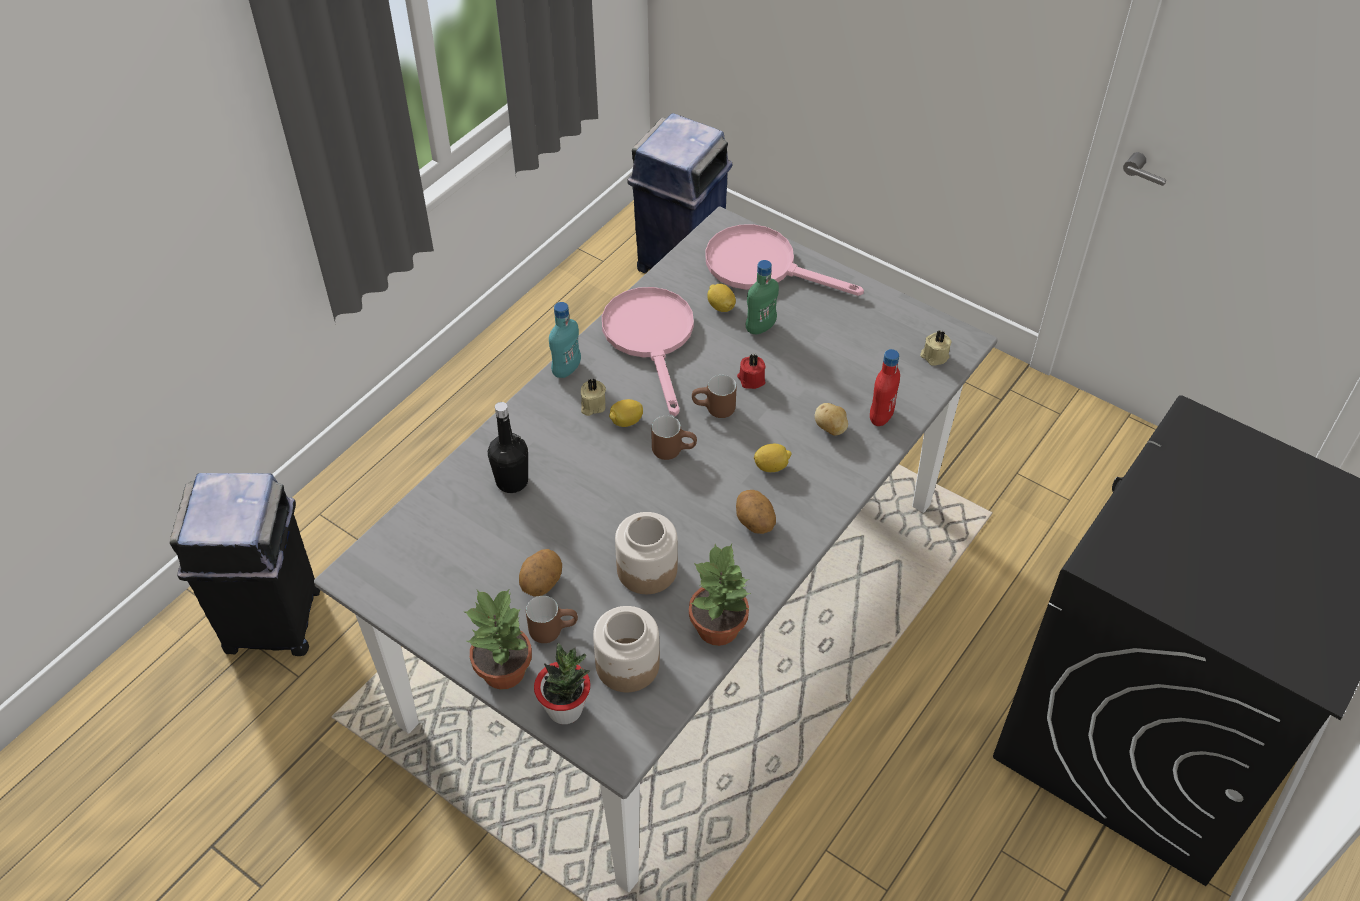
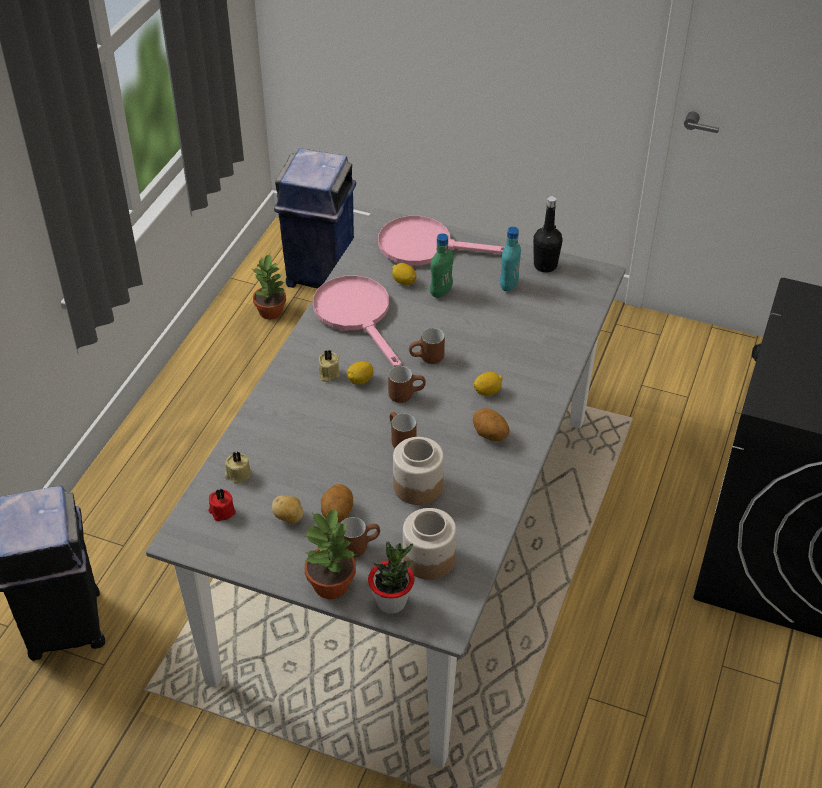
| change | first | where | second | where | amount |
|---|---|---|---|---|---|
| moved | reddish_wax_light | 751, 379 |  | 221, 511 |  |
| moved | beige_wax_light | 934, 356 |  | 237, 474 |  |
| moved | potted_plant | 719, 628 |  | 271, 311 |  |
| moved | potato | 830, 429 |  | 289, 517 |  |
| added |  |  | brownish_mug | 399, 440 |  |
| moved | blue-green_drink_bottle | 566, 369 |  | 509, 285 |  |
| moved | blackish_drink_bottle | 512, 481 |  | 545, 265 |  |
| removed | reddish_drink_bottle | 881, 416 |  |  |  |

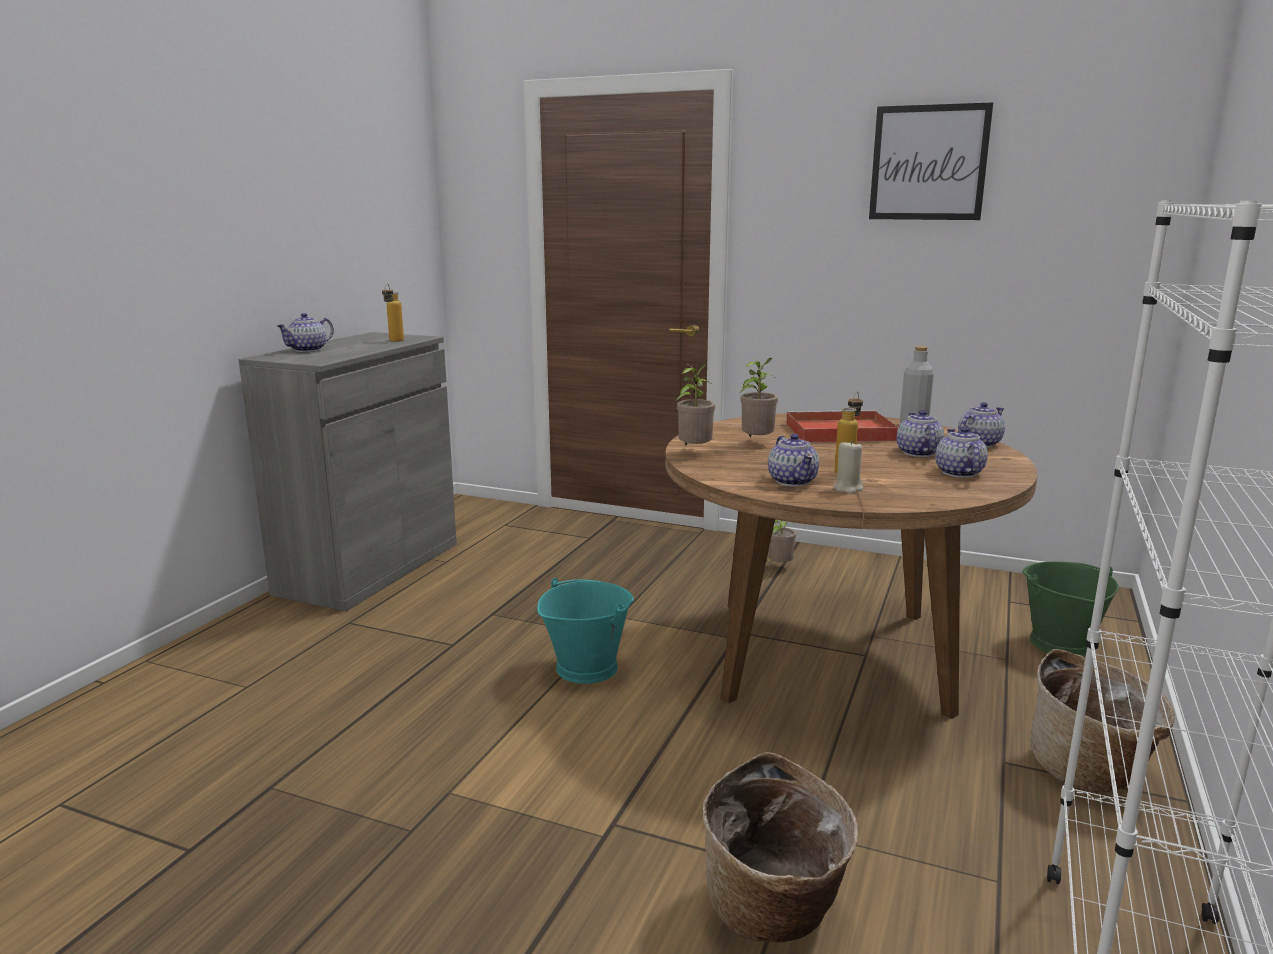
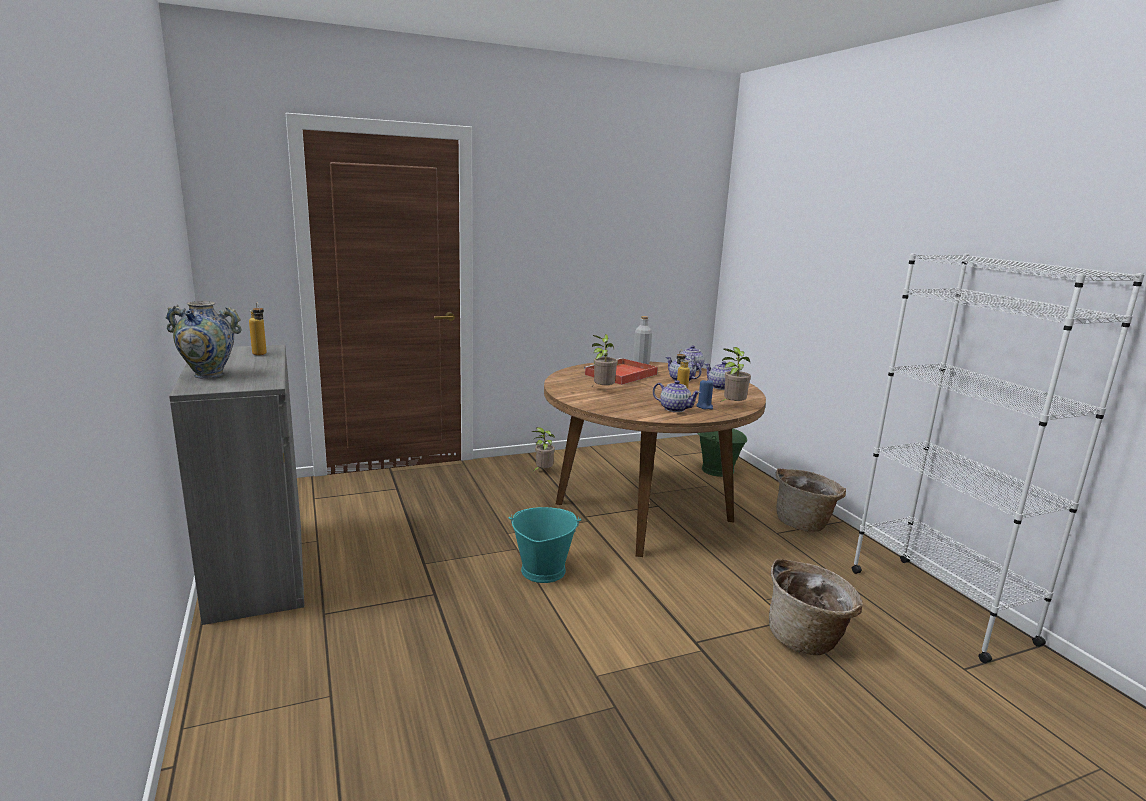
| change | first | where | second | where | amount |
|---|---|---|---|---|---|
| replaced | teapot | 308, 350 | decorative_vase | 209, 375 |  |
| recoloured | beige_wax_light | 848, 488 | bluish_wax_light | 704, 407 |  |
| moved | potted_plant | 694, 452 |  | 732, 406 |  |
| removed | wall_art | 928, 163 |  |  |  |

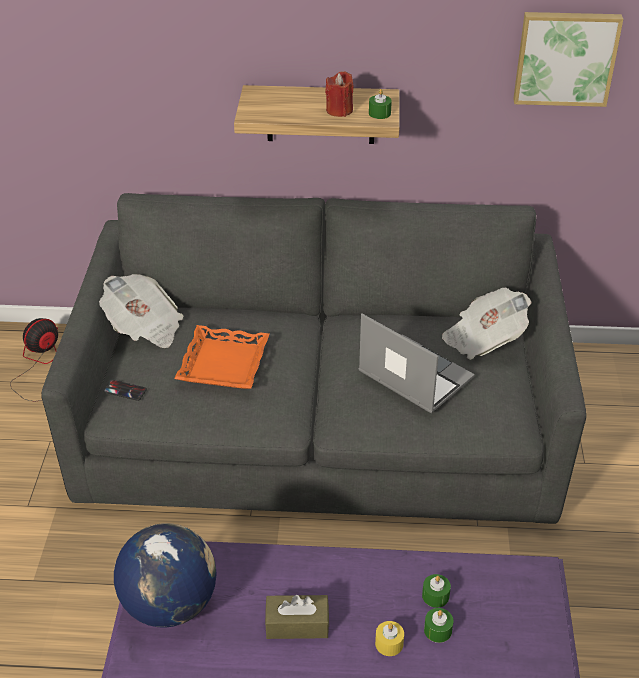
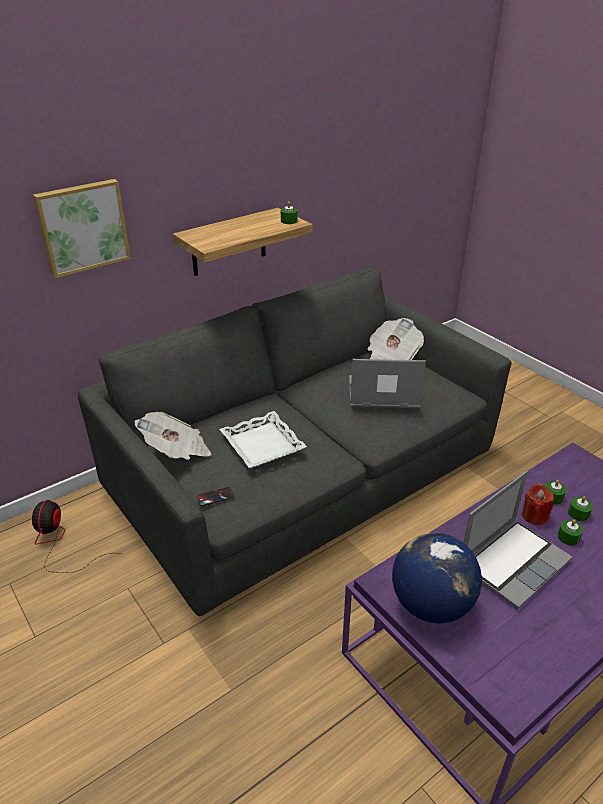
| change | first | where | second | where | amount |
|---|---|---|---|---|---|
| moved | wall_art | 565, 57 |  | 82, 227 |  |
| recoloured | orangey_serving_tray | 223, 363 | white_serving_tray | 262, 445 |  |
| replaced | brownish_tissue_holder | 297, 624 | notebook_computer | 513, 562 |  |
| moved | reddish_wax_light | 339, 110 |  | 534, 516 |  |
| recoloured | yellowish_wax_light | 389, 643 | greenish_wax_light | 568, 537 |  |

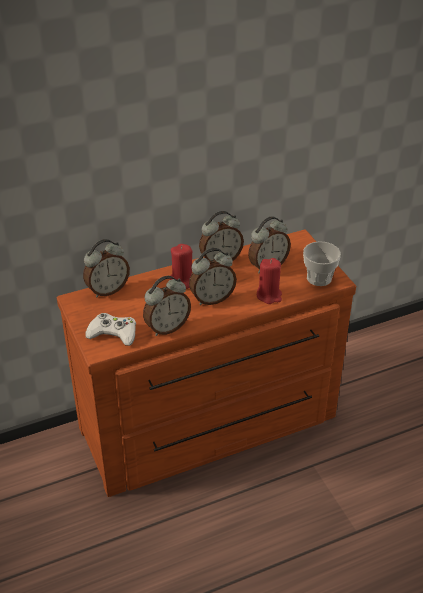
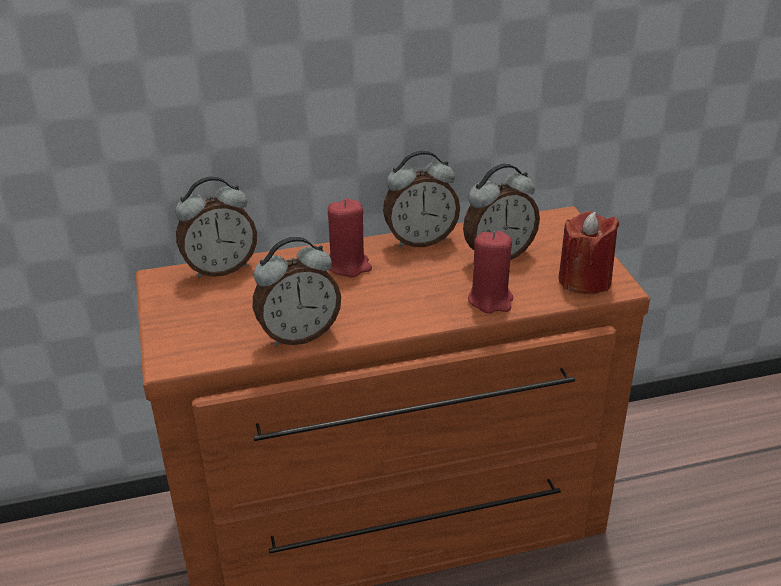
| change | first | where | second | where | amount |
|---|---|---|---|---|---|
| replaced | small_cup | 319, 278 | reddish_wax_light | 584, 280 |  |
| removed | white_joypad | 113, 333 |  |  |  |
| removed | bedside_clock | 212, 299 |  |  |  |

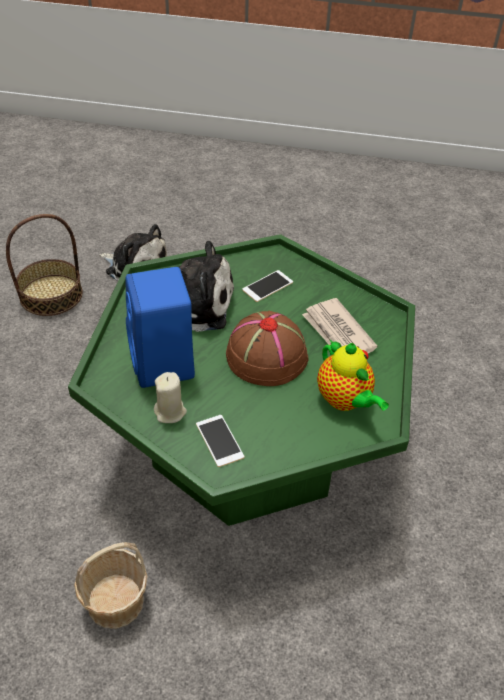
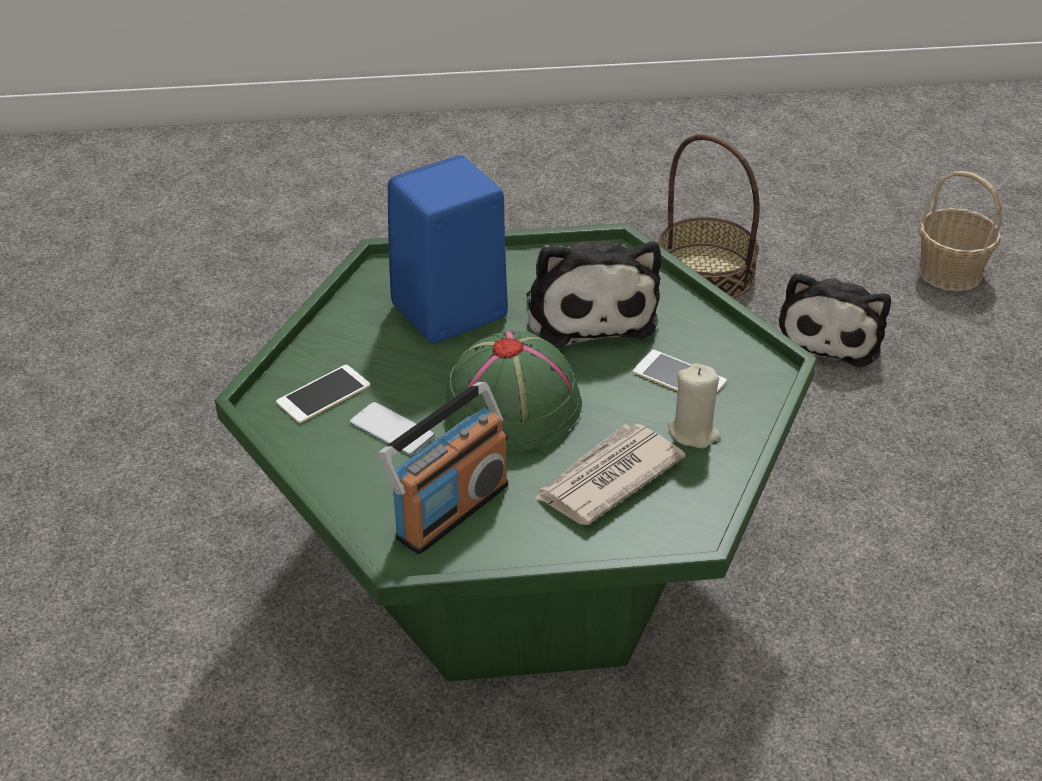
| change | first | where | second | where | amount |
|---|---|---|---|---|---|
| added |  |  | handset | 392, 429 |  |
| replaced | teapot | 345, 401 | radio | 451, 510 |  |
| recoloured | brownish_clothing_hat | 266, 355 | greenish_clothing_hat | 513, 406 |  |
| moved | beige_wax_light | 170, 412 |  | 693, 432 |  |
| moved | basket | 115, 601 |  | 949, 272 |  |

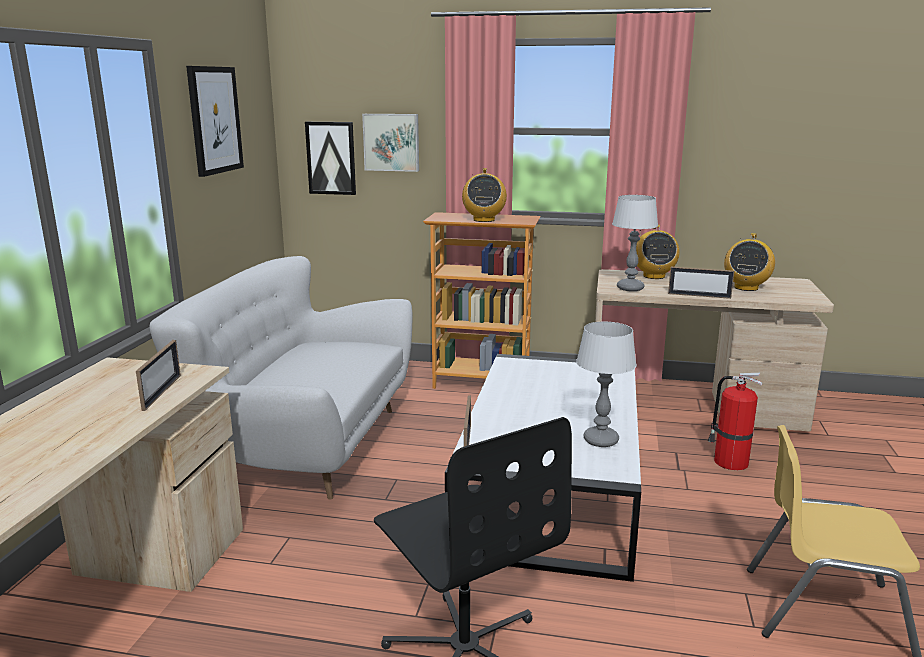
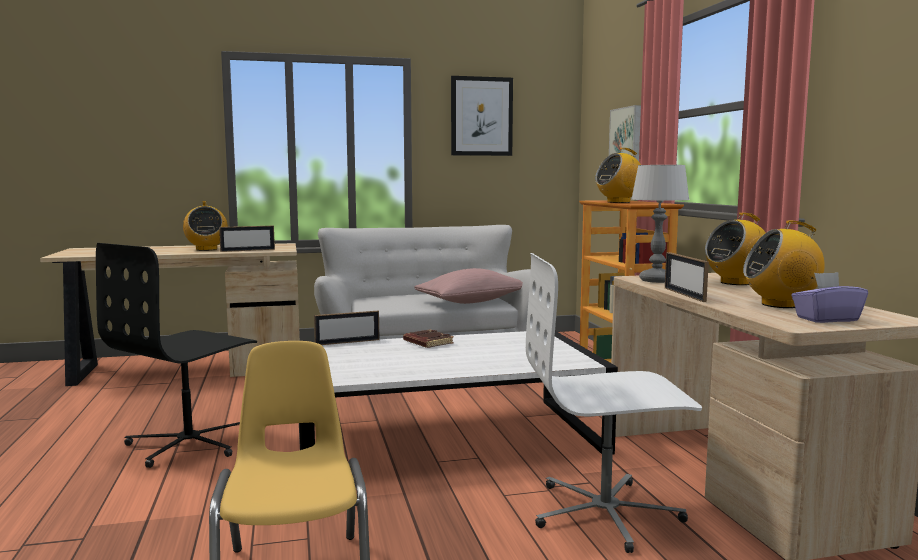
| change | first | where | second | where | amount |
|---|---|---|---|---|---|
| added |  |  | radio | 206, 249 |  |
| added |  |  | brownish_bound_book | 427, 343 |  |
| added |  |  | pink_throw_pillow | 471, 302 |  |
| replaced | fire-fighting_cylinder | 729, 461 | white_computer_chair | 606, 513 |  |
| added |  |  | purple_tissue_holder | 826, 319 |  |
| removed | wall_art | 331, 158 |  |  |  |
| removed | lamp_for_a_table | 600, 441 |  |  |  |

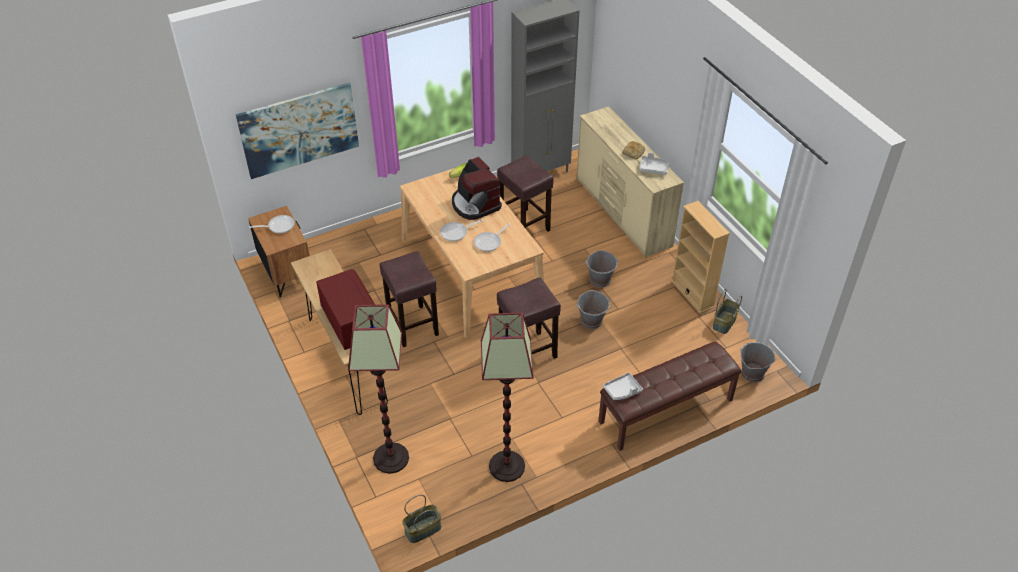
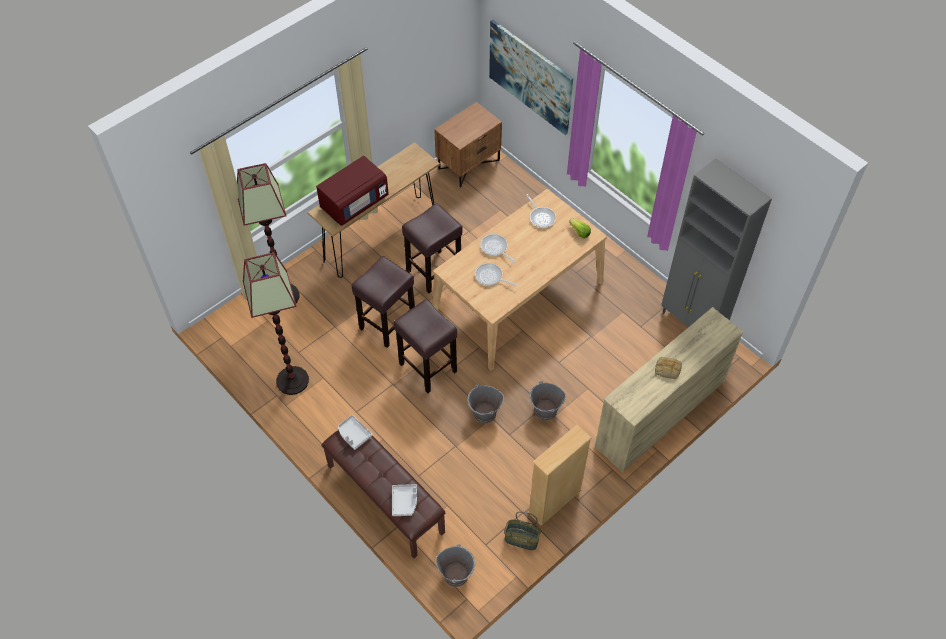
| change | first | where | second | where | amount |
|---|---|---|---|---|---|
| moved | brownish_sitting_stool | 525, 226 |  | 387, 325 |  |
| moved | gray_serving_tray | 653, 168 |  | 404, 502 |  |
| moved | pan | 278, 226 |  | 541, 217 |  |
| removed | basket | 423, 529 |  |  |  |
| removed | coffee_maker | 475, 204 |  |  |  |

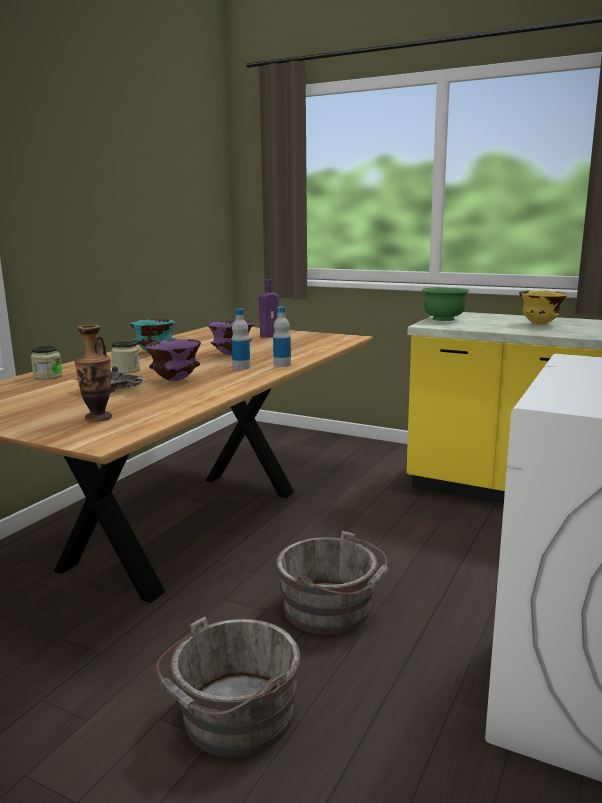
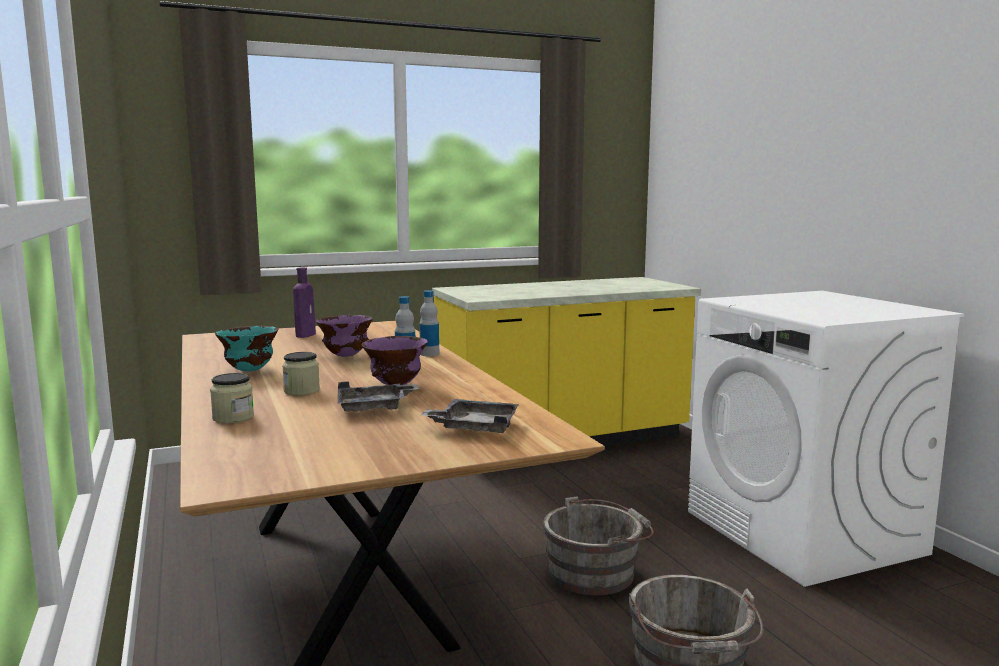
| change | first | where | second | where | amount |
|---|---|---|---|---|---|
| replaced | decorative_vase | 98, 418 | gray_serving_tray | 474, 427 |  |
| removed | greenish_deep_dish | 443, 319 |  |  |  |
| removed | yellowish_deep_dish | 540, 324 |  |  |  |

